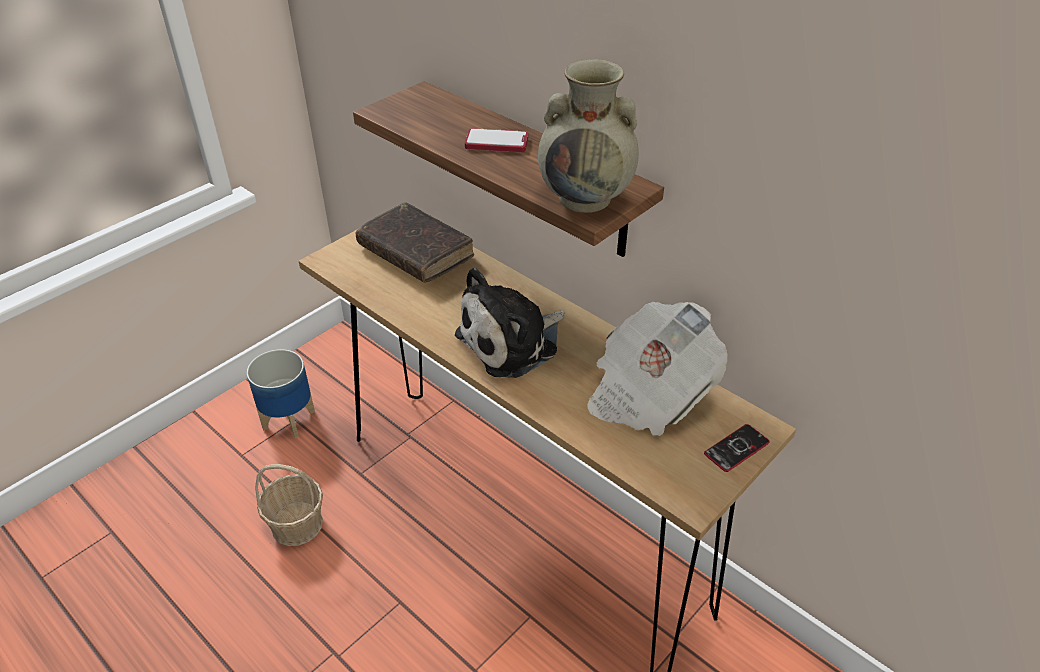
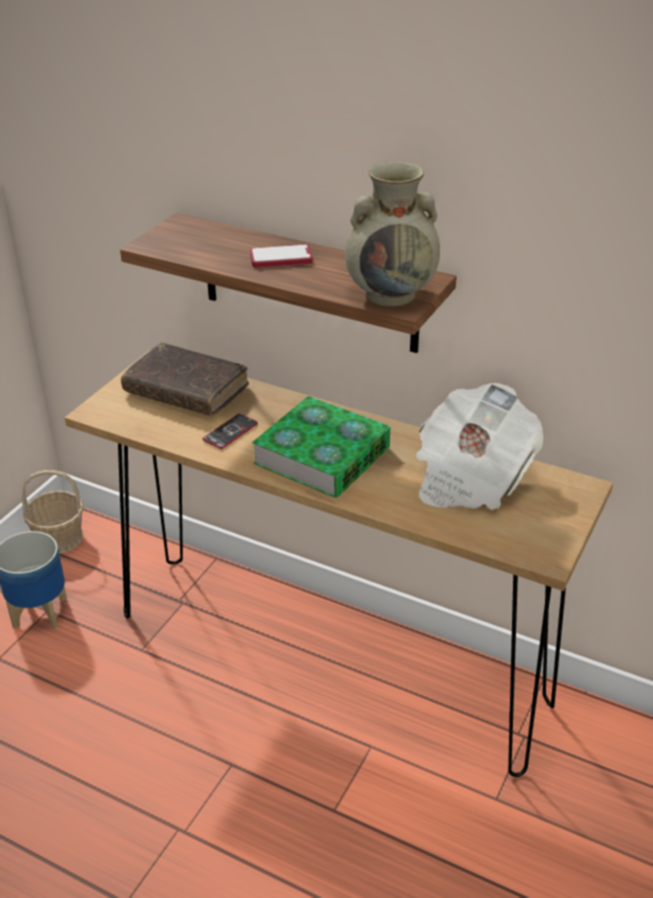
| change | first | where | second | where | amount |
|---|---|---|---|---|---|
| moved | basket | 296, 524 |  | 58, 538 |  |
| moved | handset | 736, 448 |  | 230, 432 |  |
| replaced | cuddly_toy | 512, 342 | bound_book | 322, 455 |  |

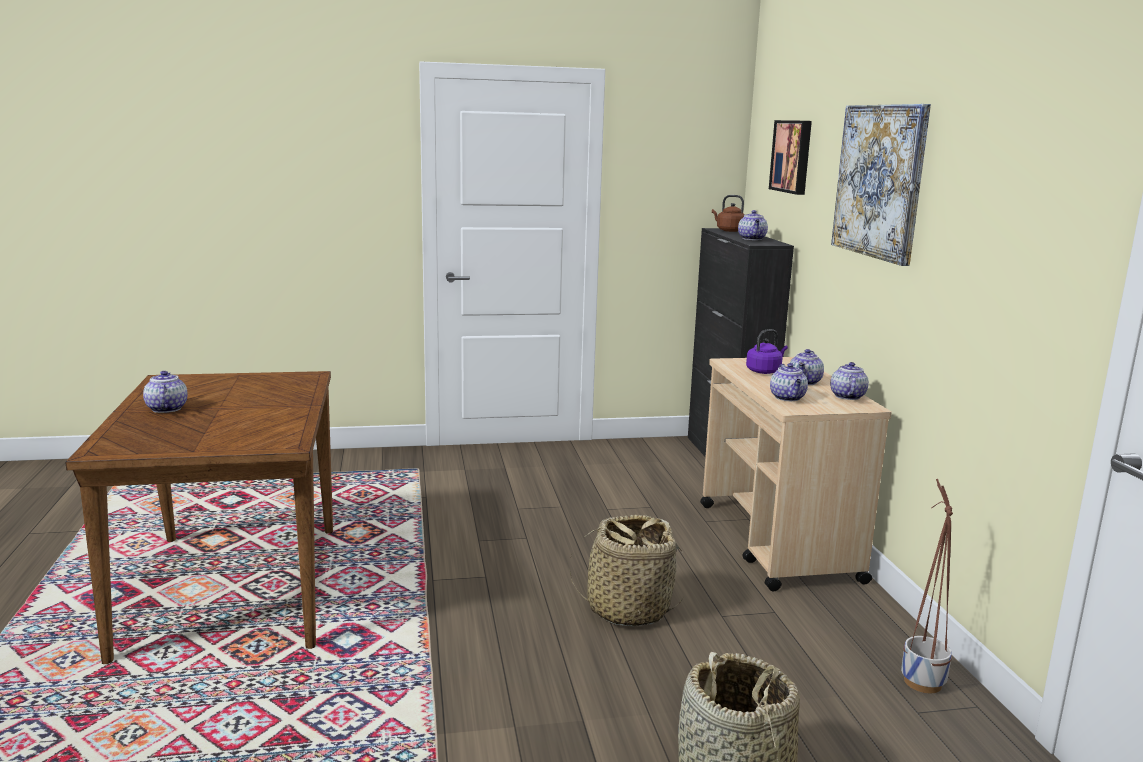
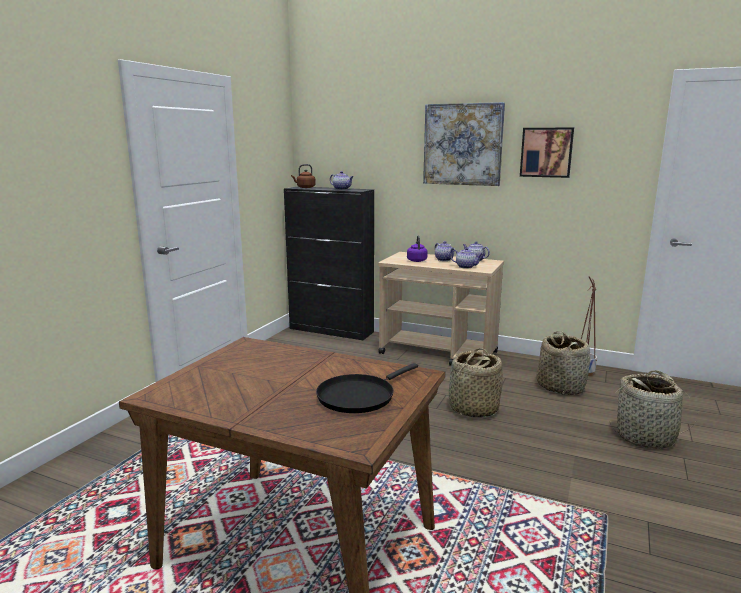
| change | first | where | second | where | amount |
|---|---|---|---|---|---|
| added |  |  | blackish_pan | 359, 396 |  |
| moved | wall_art | 793, 156 |  | 546, 152 |  |
| added |  |  | basket | 560, 386 |  |
| removed | teapot | 166, 408 |  |  |  |

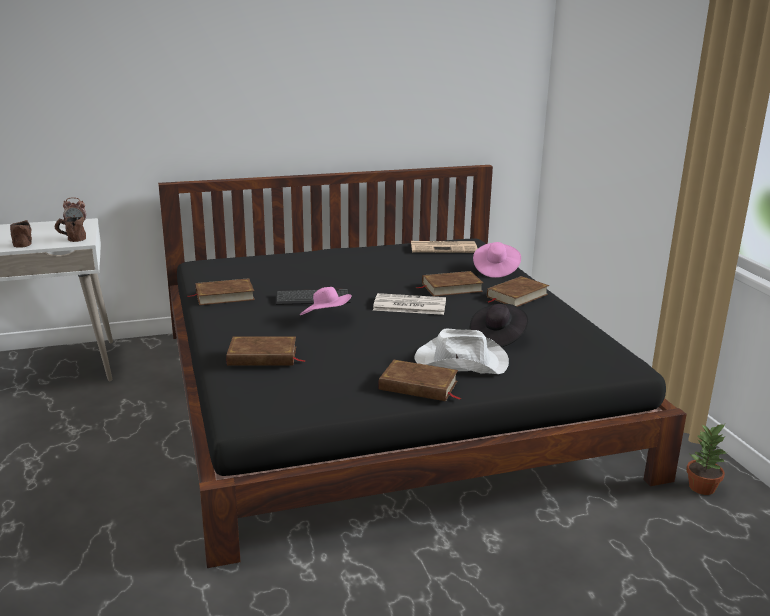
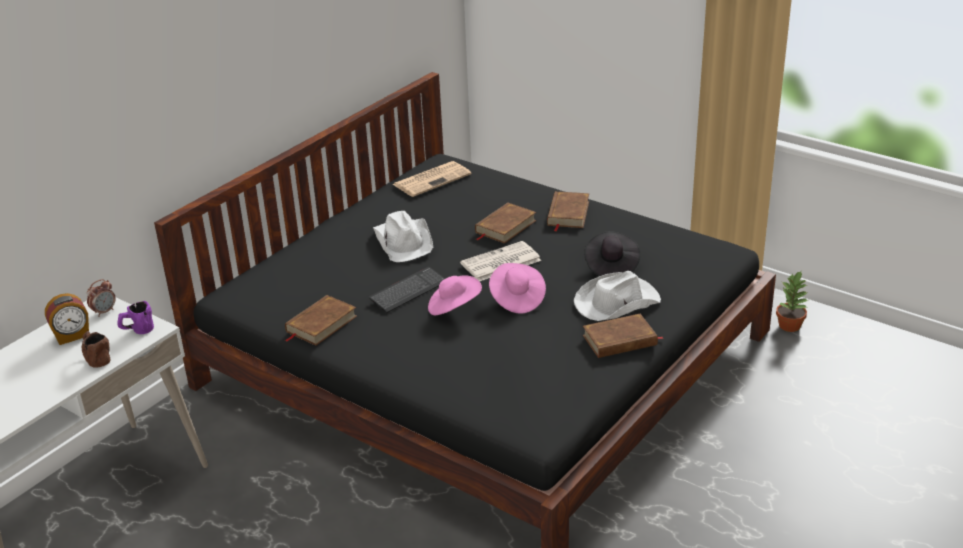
| change | first | where | second | where | amount |
|---|---|---|---|---|---|
| added |  |  | bedside_clock | 72, 336 |  |
| recoloured | brownish_mug | 71, 239 | purple_mug | 137, 331 |  |
| added |  |  | white_clothing_hat | 404, 241 |  |
| moved | pink_clothing_hat | 495, 270 |  | 516, 299 |  |
| removed | brownish_bound_book | 262, 356 |  |  |  |

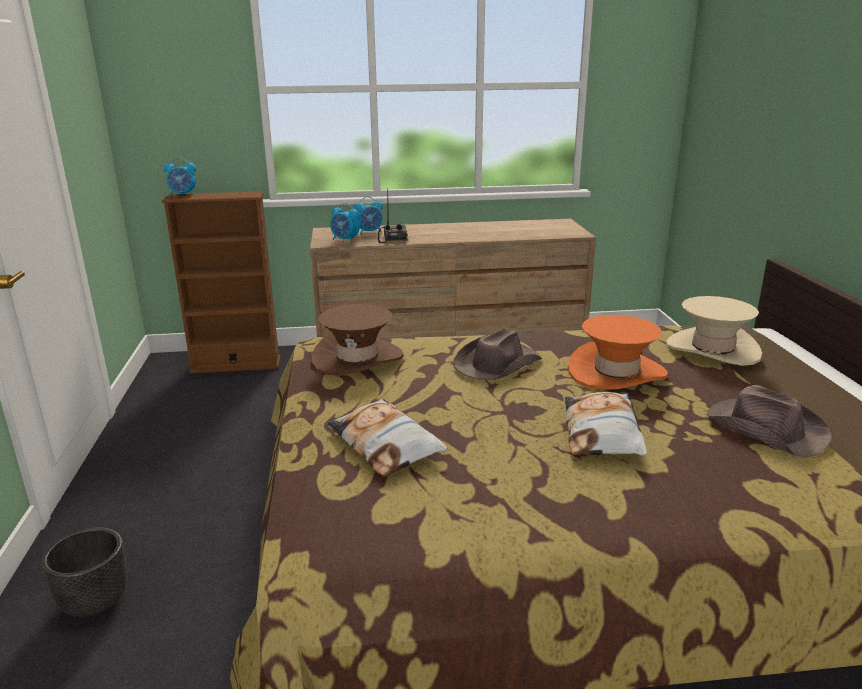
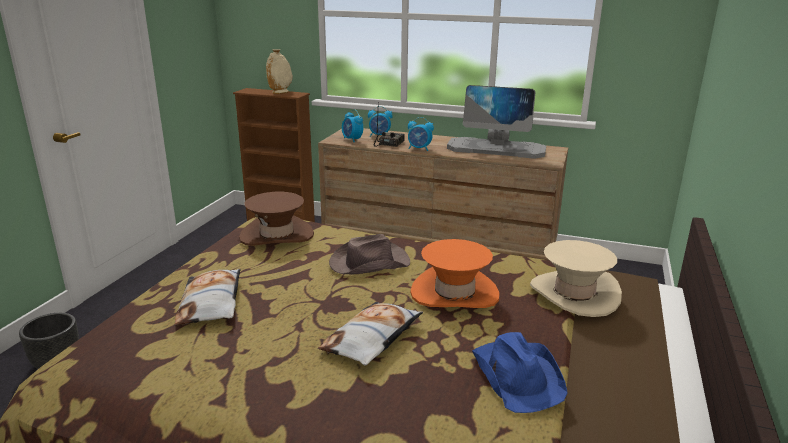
| change | first | where | second | where | amount |
|---|---|---|---|---|---|
| added |  |  | beige_decorative_vase | 280, 92 |  |
| moved | bedside_clock | 183, 195 |  | 419, 149 |  |
| added |  |  | computer_screen | 497, 149 |  |
| recoloured | brownish_clothing_hat | 765, 428 | bluish_clothing_hat | 517, 376 |  |

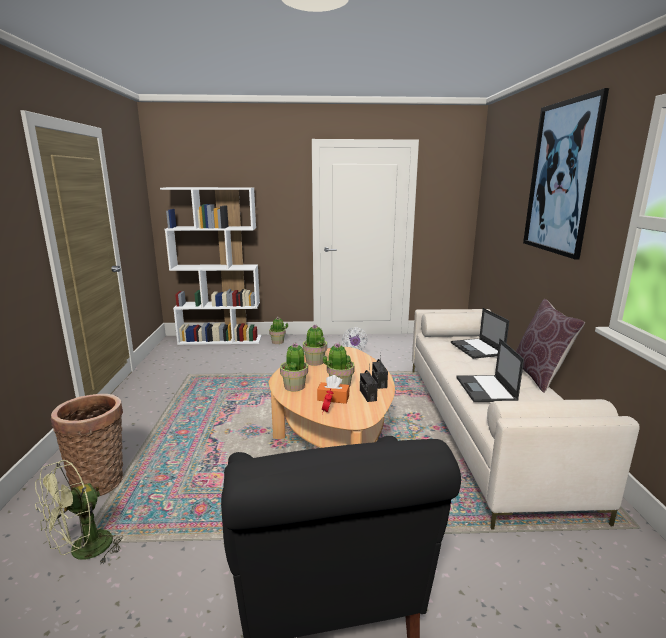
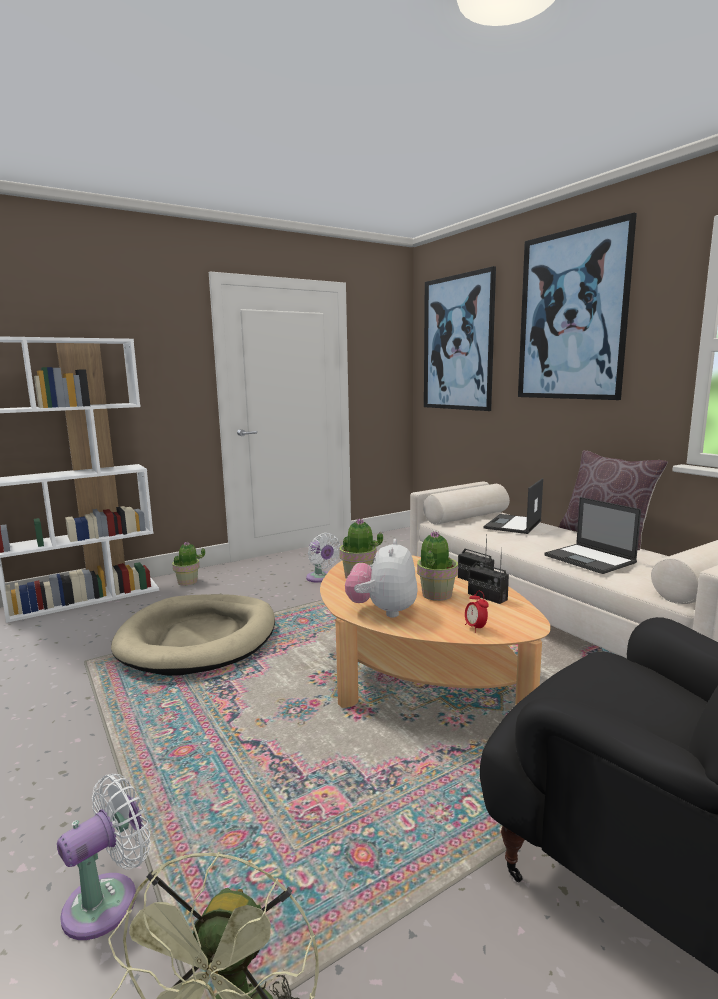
| change | first | where | second | where | amount |
|---|---|---|---|---|---|
| replaced | basket | 100, 480 | white_electric_fan | 108, 900 |  |
| added |  |  | beige_pet_bed | 199, 638 |  |
| replaced | potted_plant | 294, 386 | cuddly_toy | 383, 611 |  |
| added |  |  | wall_art | 457, 343 |  |
| turned | notebook_computer | 477, 349 |  | 513, 525 | 75 degrees clockwise |
| removed | orangey_tissue_holder | 333, 398 |  |  |  |

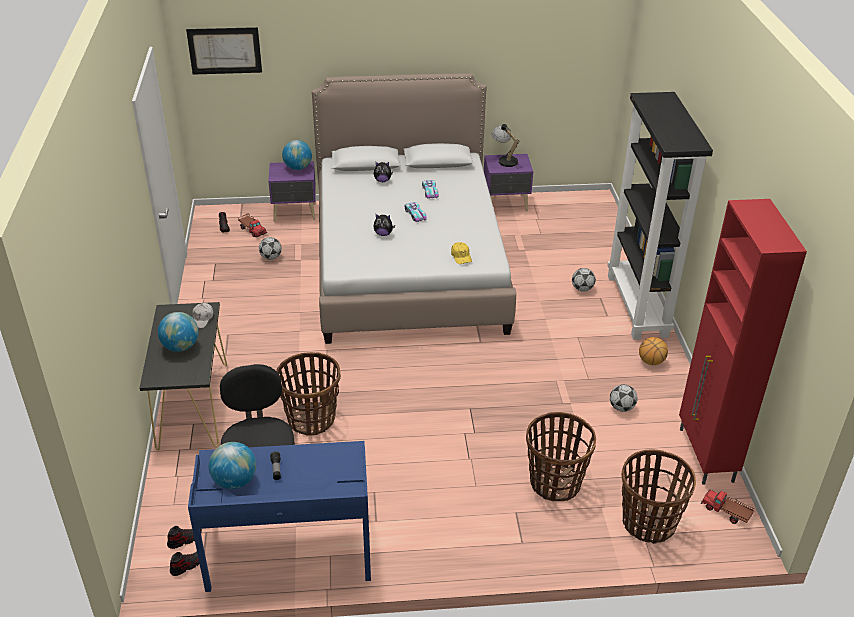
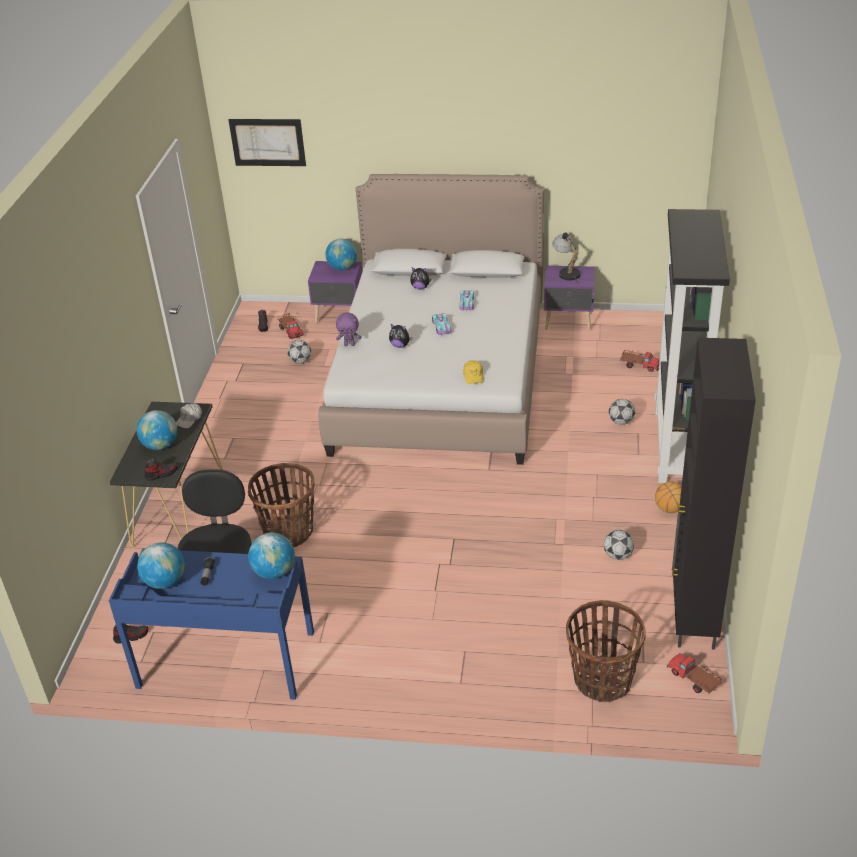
| change | first | where | second | where | amount |
|---|---|---|---|---|---|
| moved | shoe | 187, 565 |  | 161, 474 |  |
| added |  |  | globe | 274, 572 |  |
| added |  |  | purple_cuddly_toy | 349, 344 |  |
| added |  |  | model_truck | 639, 365 |  |
| recoloured | reddish_cupboard | 705, 456 | blackish_cupboard | 693, 617 |  |
| removed | basket | 554, 483 |  |  |  |

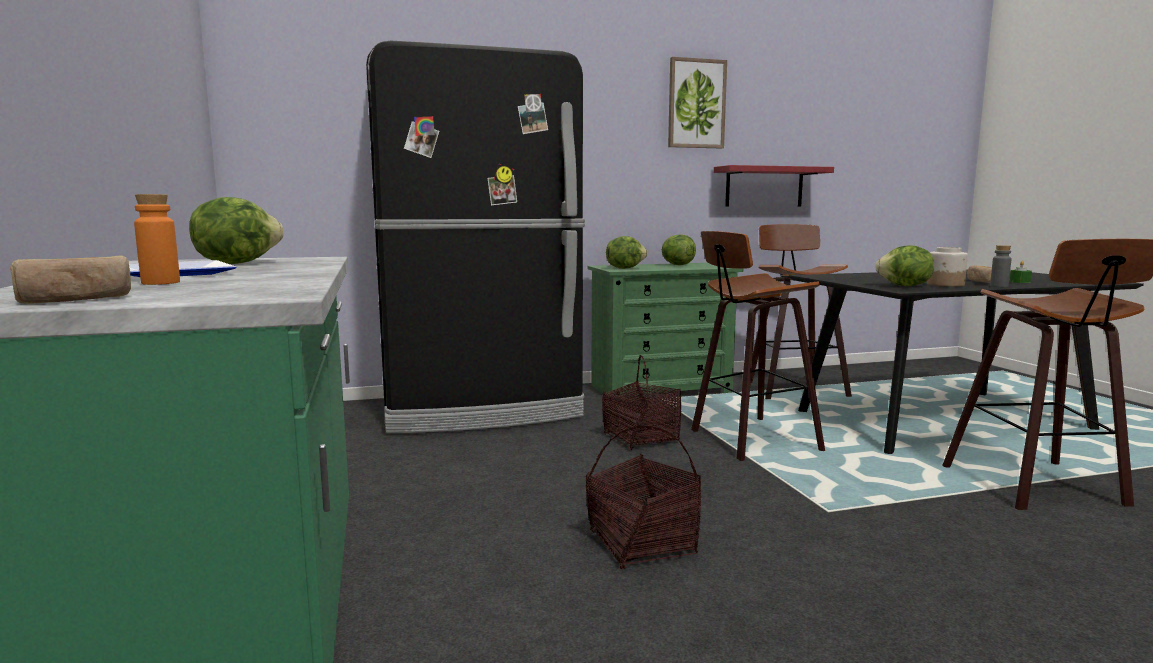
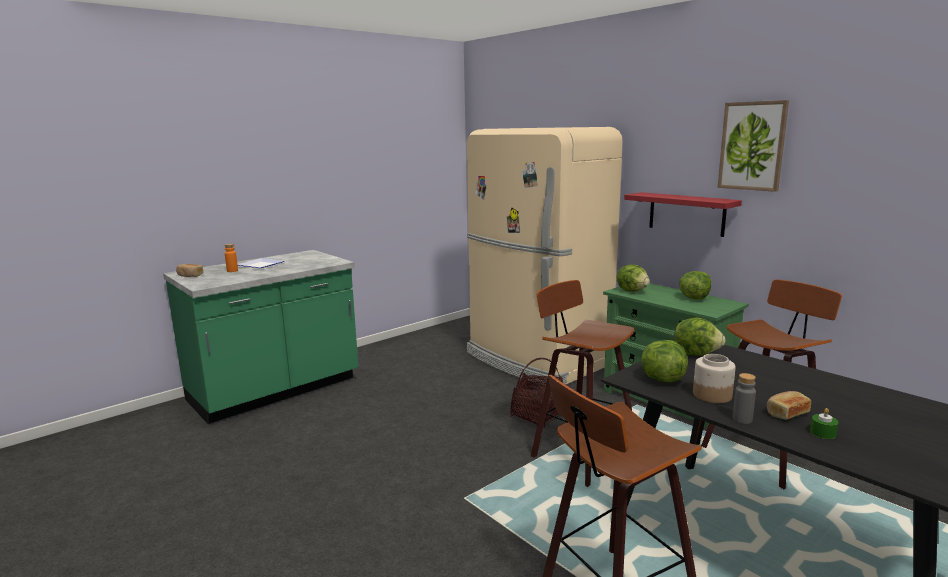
| change | first | where | second | where | amount |
|---|---|---|---|---|---|
| recoloured | blackish_fridge | 481, 409 | beige_fridge | 536, 360 |  |
| moved | reddish_wall_shelf | 764, 187 |  | 686, 214 |  |
| moved | head_of_lettuce | 236, 263 |  | 696, 353 |  |
| removed | basket | 641, 543 |  |  |  |

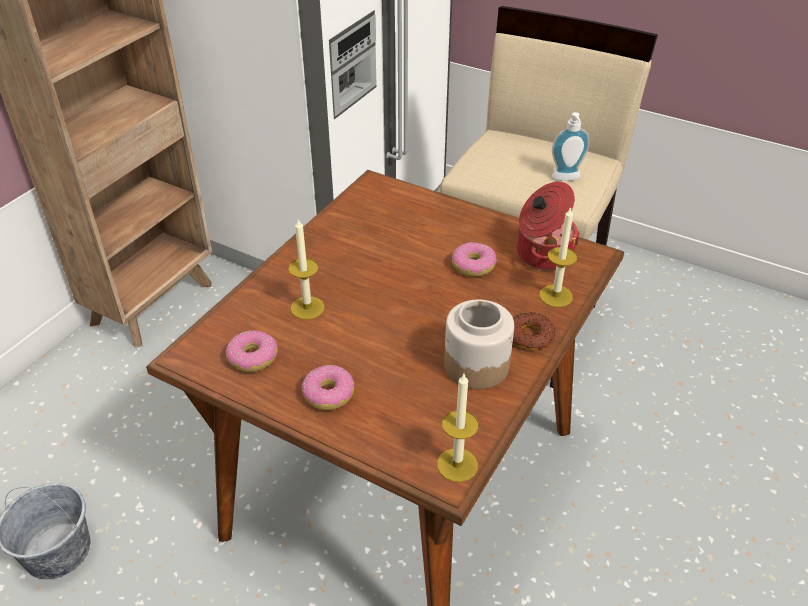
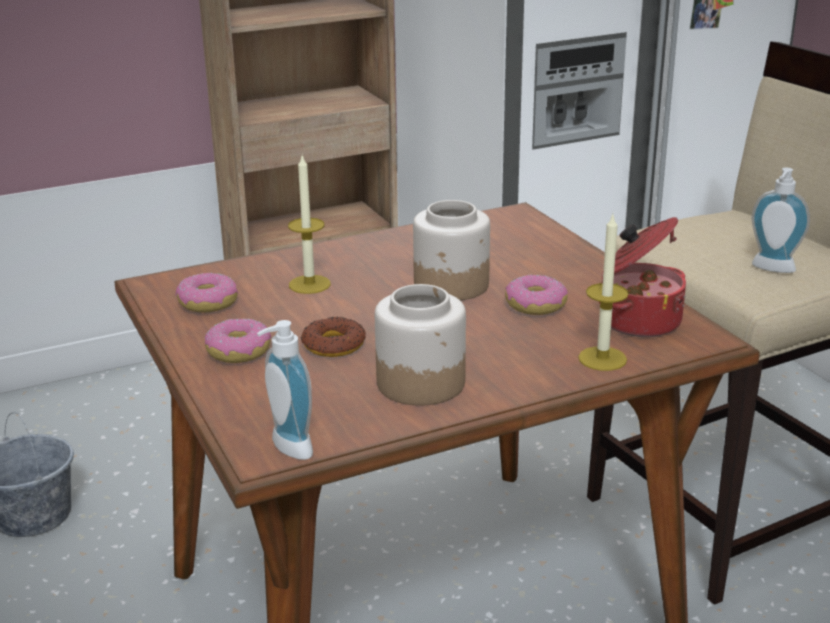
| change | first | where | second | where | amount |
|---|---|---|---|---|---|
| replaced | wax_light | 457, 465 | liquid_soap_bottle | 286, 449 |  |
| moved | ring_doughnut | 529, 336 |  | 333, 345 |  |
| added |  |  | jar | 451, 285 |  |

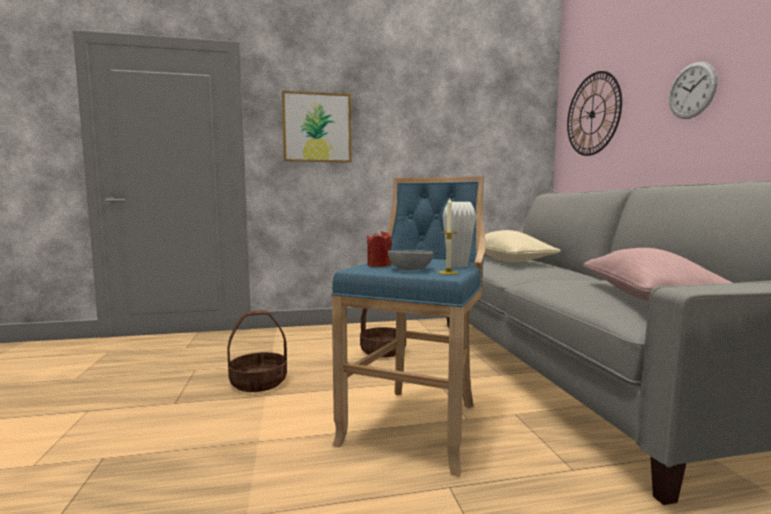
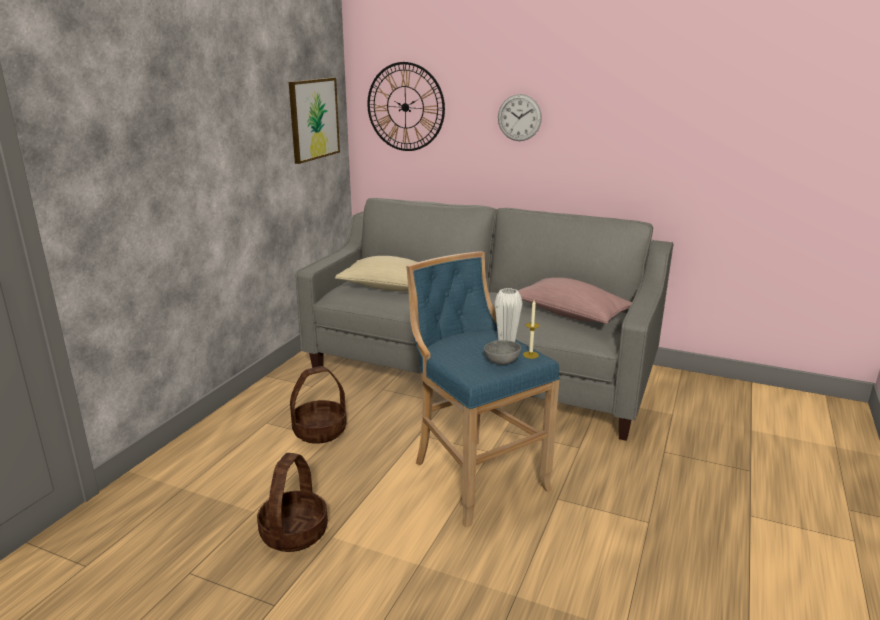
| change | first | where | second | where | amount |
|---|---|---|---|---|---|
| moved | wall_art | 317, 128 |  | 313, 119 |  |
| removed | reddish_wax_light | 379, 265 |  |  |  |

